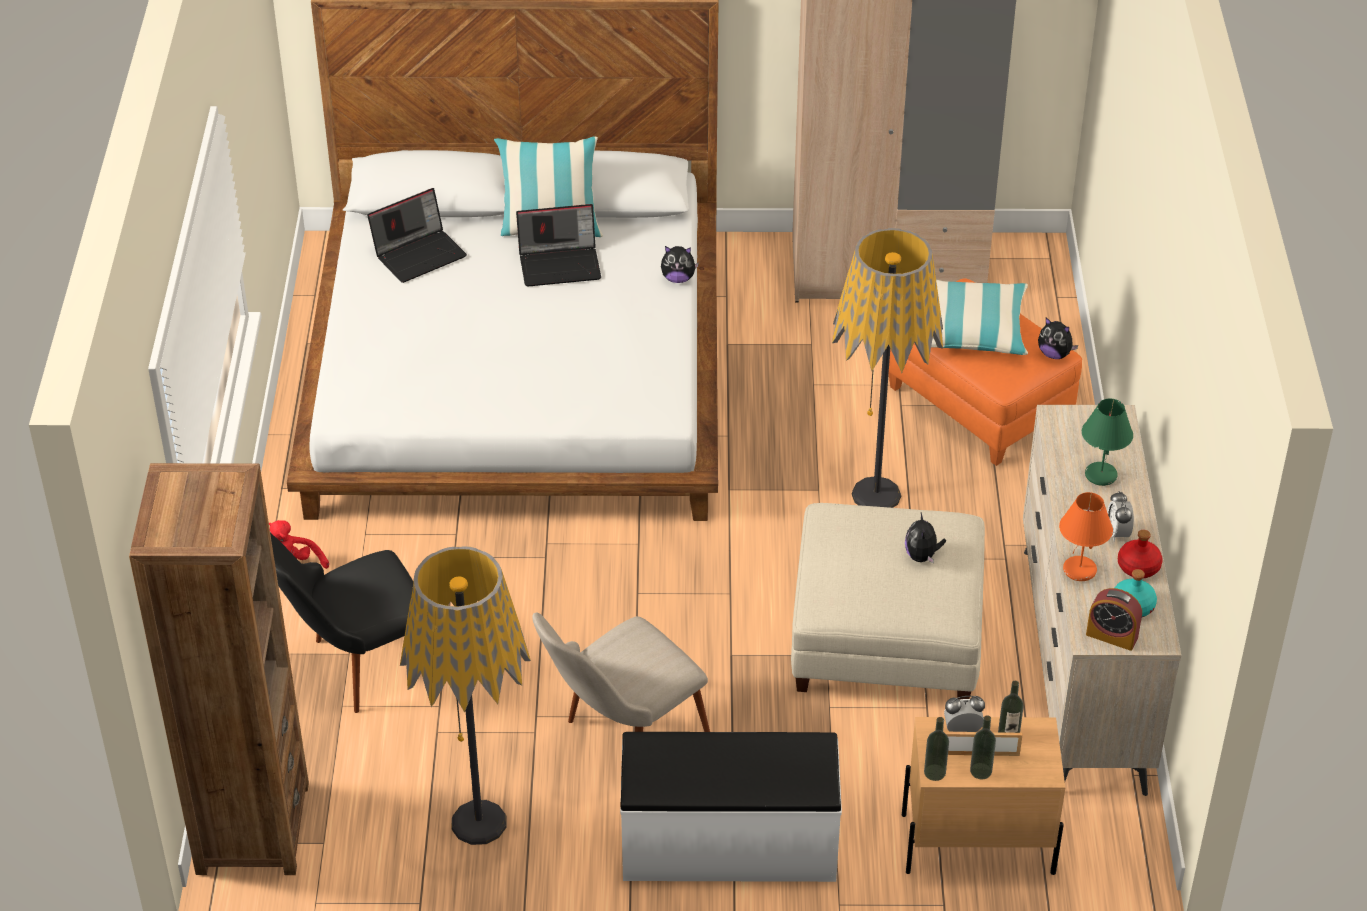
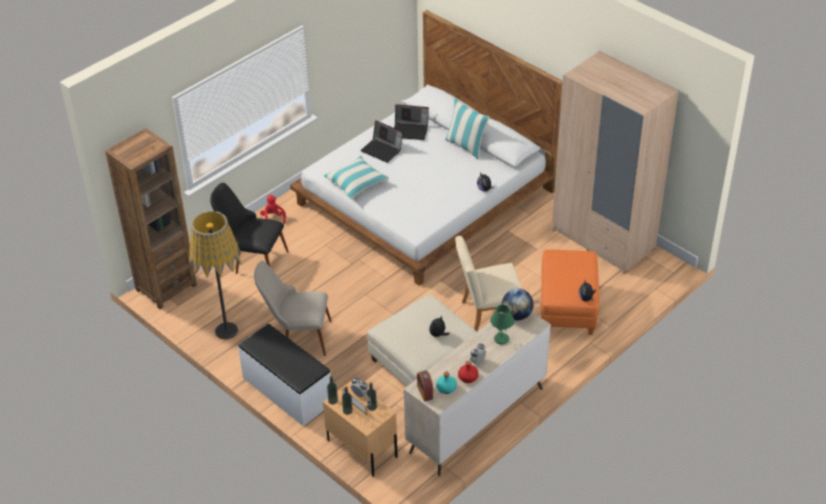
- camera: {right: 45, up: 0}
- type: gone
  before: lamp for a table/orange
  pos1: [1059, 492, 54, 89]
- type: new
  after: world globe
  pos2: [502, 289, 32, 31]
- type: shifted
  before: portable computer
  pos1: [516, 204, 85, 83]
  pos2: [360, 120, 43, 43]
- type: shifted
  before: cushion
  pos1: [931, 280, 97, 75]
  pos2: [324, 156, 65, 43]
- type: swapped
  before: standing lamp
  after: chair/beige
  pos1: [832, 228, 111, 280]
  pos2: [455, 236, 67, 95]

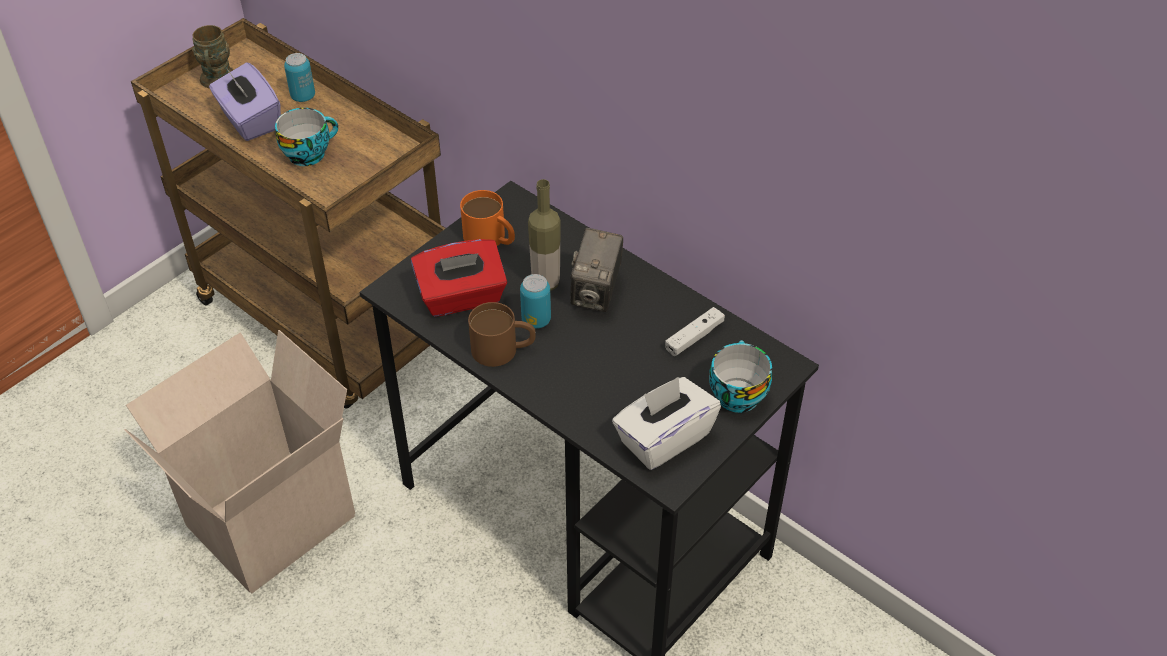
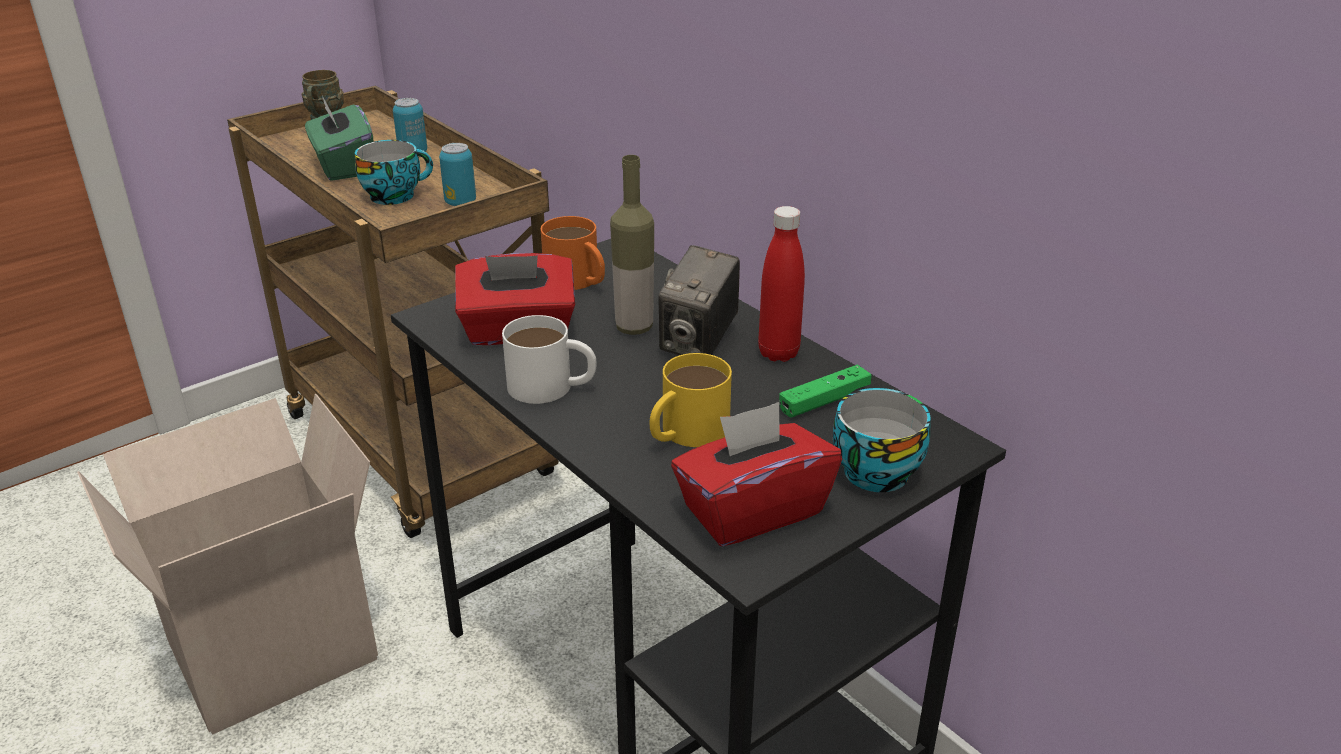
- camera: {right: 10, up: -15}
- type: new
  after: mug/yellow
  pos2: [650, 353, 82, 94]
- type: new
  after: beverage bottle/red
  pos2: [758, 206, 47, 156]
- type: shifted
  before: metal can
  pos1: [520, 274, 31, 55]
  pos2: [439, 143, 37, 63]
- type: repainted
  before: box of tissues/purple
  after: box of tissues/green-coloured
  pos1: [209, 62, 72, 79]
  pos2: [305, 96, 68, 85]
- type: repainted
  before: mug/brownish
  after: mug/white
  pos1: [468, 302, 68, 65]
  pos2: [502, 315, 94, 89]
- type: repainted
  before: box of tissues/white
  after: box of tissues/red
  pos1: [612, 377, 109, 93]
  pos2: [671, 402, 171, 144]
- type: repainted
  before: joypad/white
  after: joypad/green-coloured
  pos1: [665, 307, 60, 49]
  pos2: [779, 365, 92, 52]

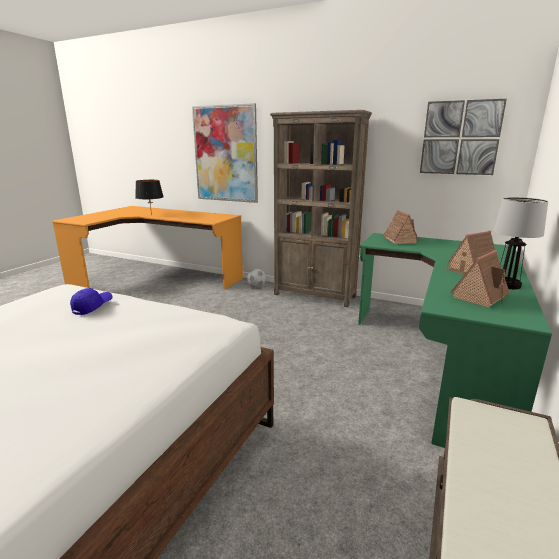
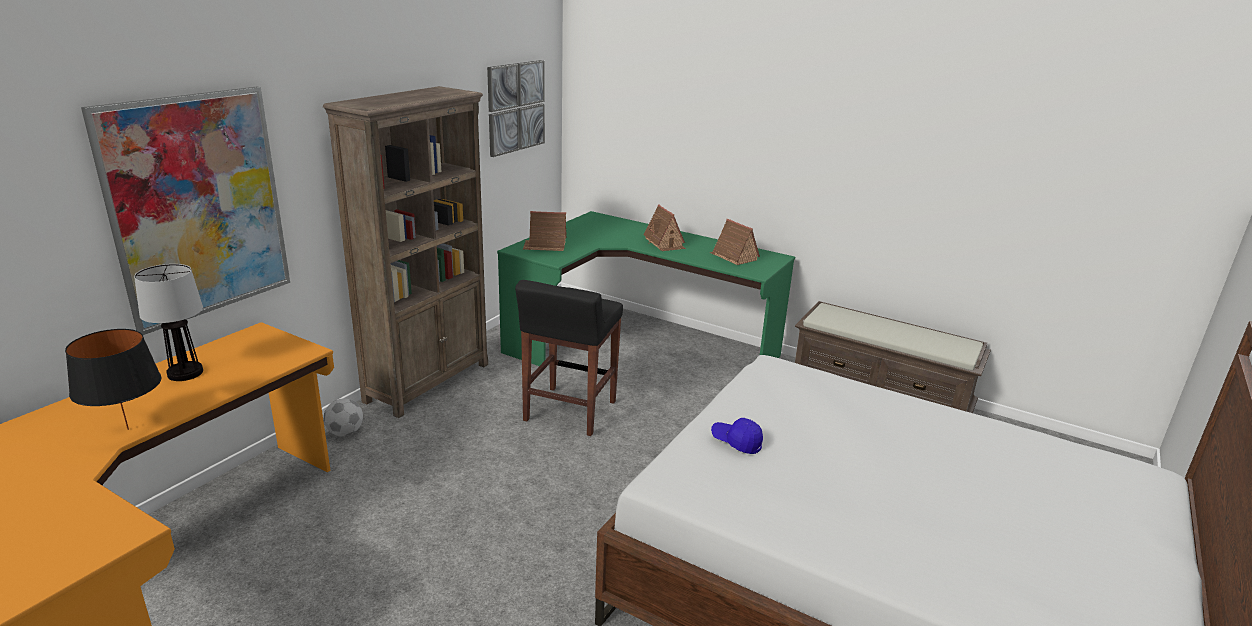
- camera: {right: -85, up: 5}
- type: new
  after: stool seat/blackish
  pos2: [515, 280, 108, 156]
- type: shifted
  before: lamp for a table
  pos1: [493, 197, 55, 92]
  pos2: [134, 264, 69, 117]

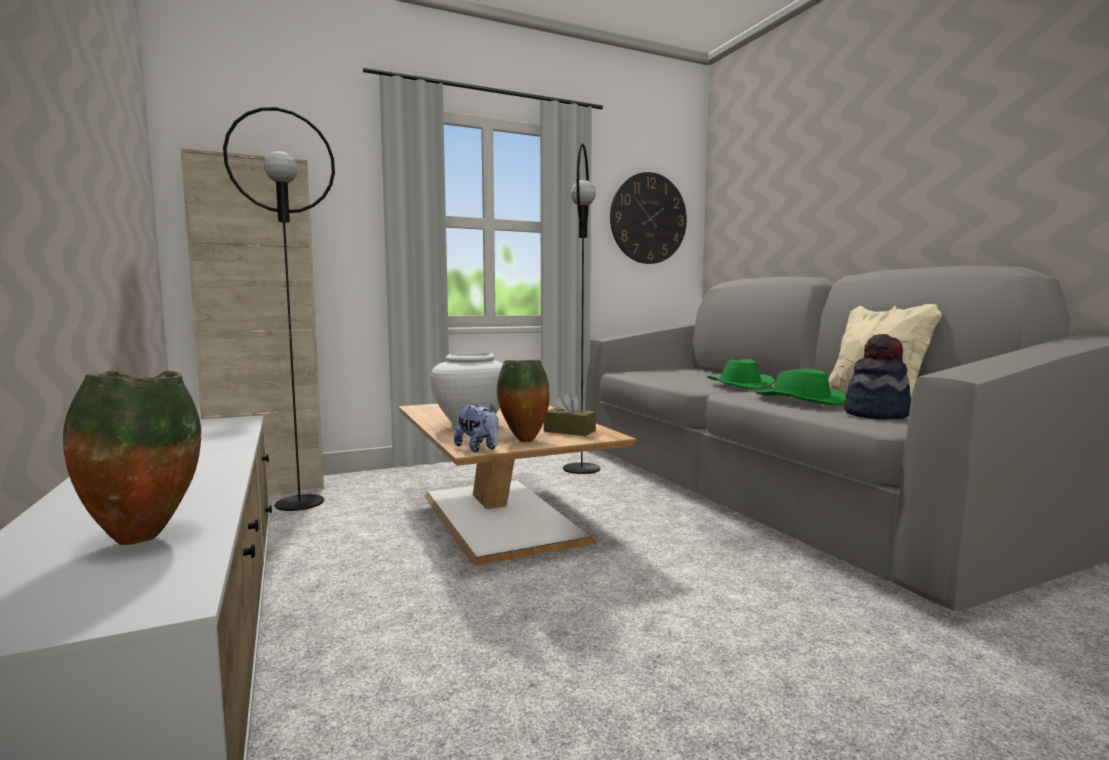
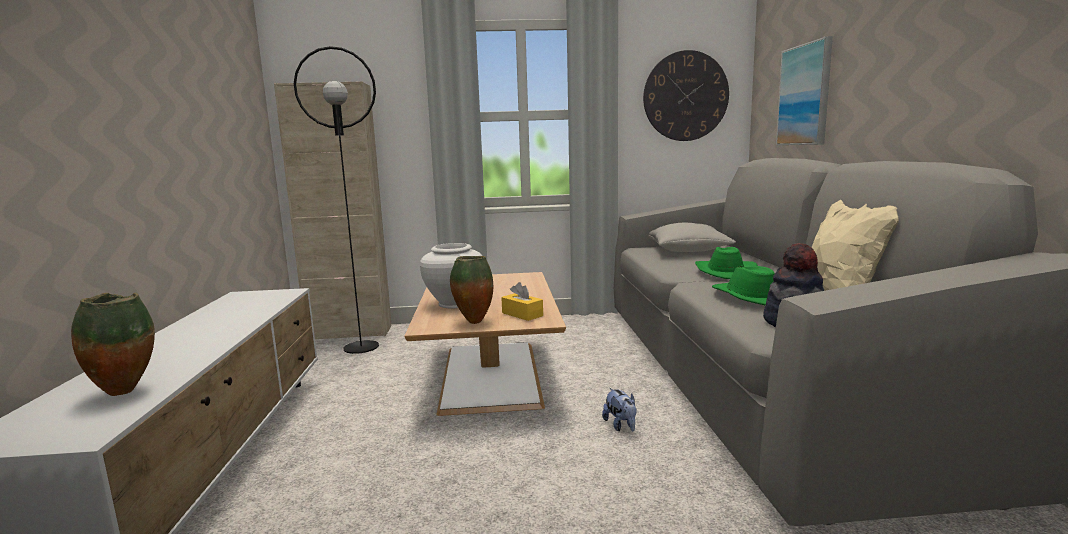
- camera: {right: 20, up: 5}
- type: gone
  before: standing lamp/blackish
  pos1: [563, 143, 37, 331]
- type: new
  after: cushion/gray
  pos2: [649, 223, 87, 29]
- type: new
  after: picture
  pos2: [776, 36, 57, 109]
- type: shifted
  before: soft toy
  pos1: [454, 403, 45, 49]
  pos2: [602, 388, 34, 43]
- type: repainted
  before: box of tissues/brownish
  after: box of tissues/yellow
  pos1: [544, 392, 52, 44]
  pos2: [501, 282, 42, 39]

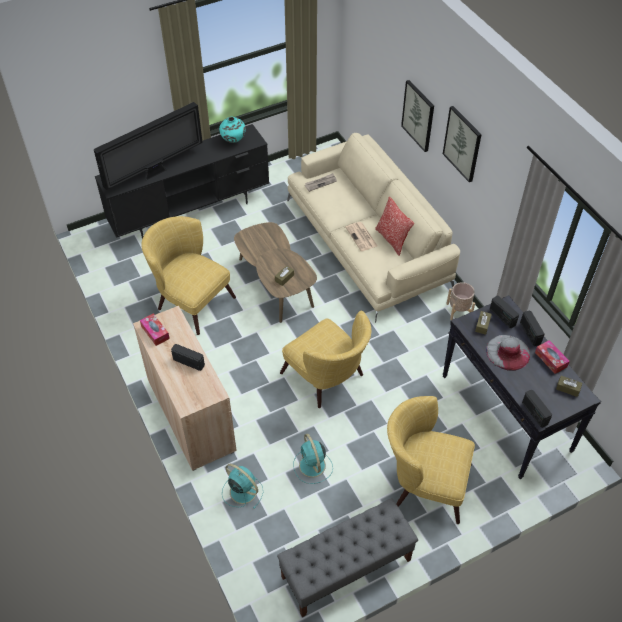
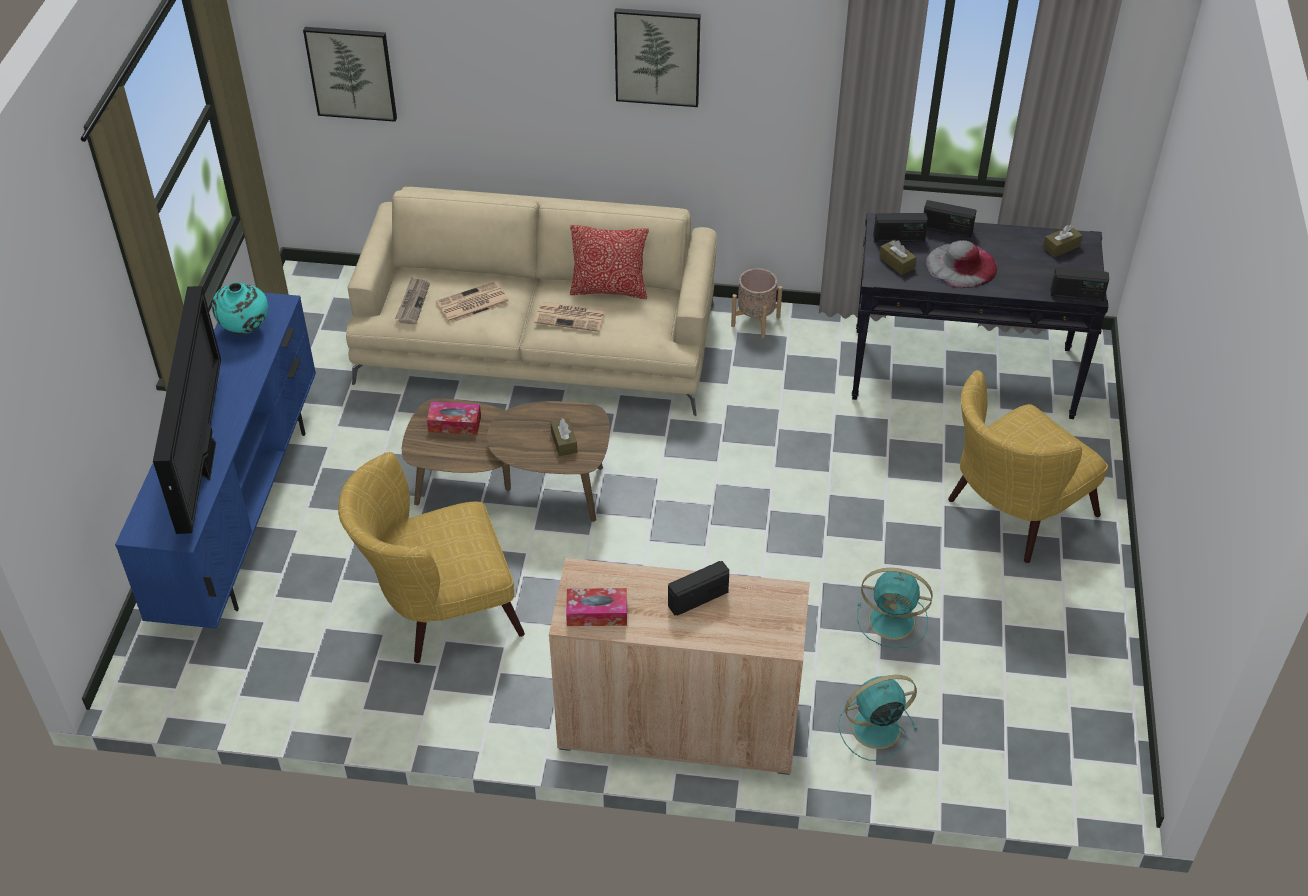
- camera: {right: -55, up: -5}
- type: gone
  before: long seat/gray
  pos1: [277, 498, 141, 119]
- type: gone
  before: easy chair/yellow
  pos1: [280, 311, 91, 97]
- type: new
  after: printed paper
  pos2: [436, 281, 74, 43]
- type: shifted
  before: picture
  pos1: [401, 80, 33, 72]
  pos2: [303, 27, 94, 95]
- type: shifted
  before: box of tissues
  pos1: [535, 340, 35, 34]
  pos2: [427, 402, 54, 33]
- type: repainted
  before: media console/blackish
  after: media console/blue
  pos1: [95, 124, 174, 115]
  pos2: [115, 293, 201, 336]

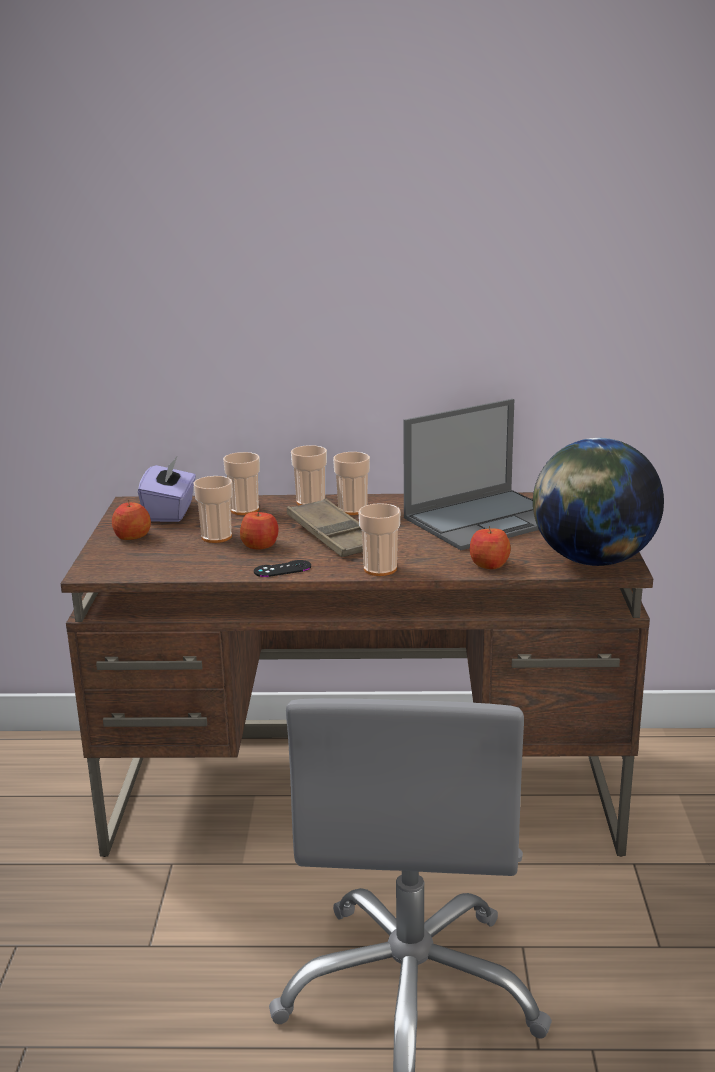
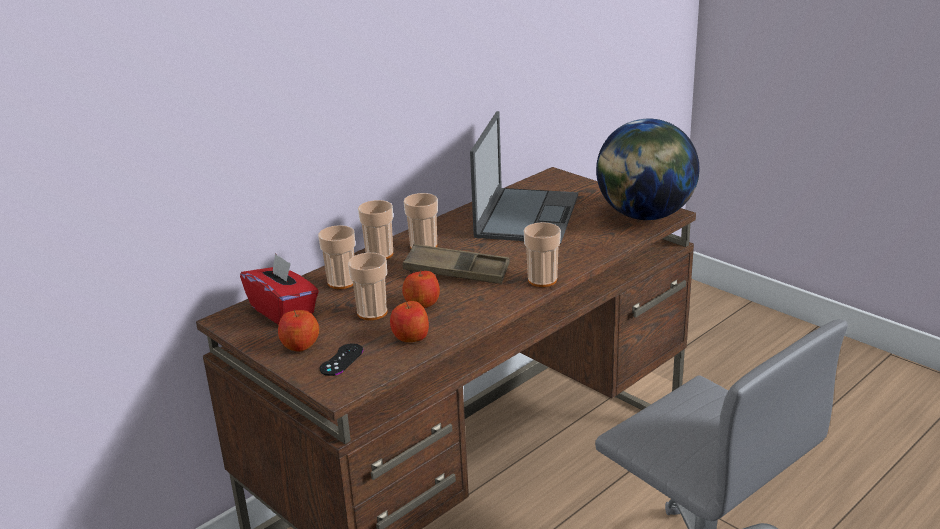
- camera: {right: -45, up: 5}
- type: shifted
  before: joypad/blackish
  pos1: [254, 560, 57, 17]
  pos2: [320, 343, 43, 33]
- type: shifted
  before: whole apple
  pos1: [470, 526, 41, 43]
  pos2: [390, 301, 39, 41]
- type: repainted
  before: box of tissues/purple
  after: box of tissues/red
  pos1: [138, 455, 58, 67]
  pos2: [240, 253, 79, 72]

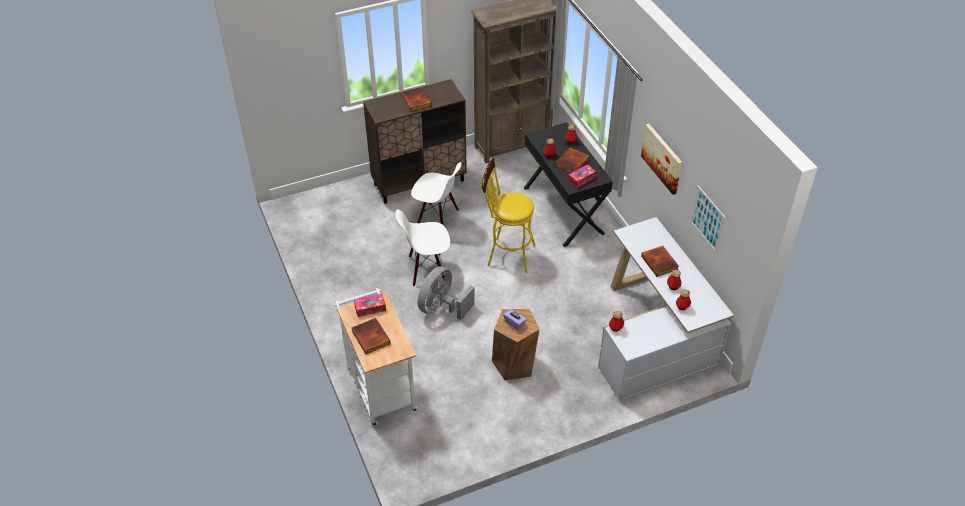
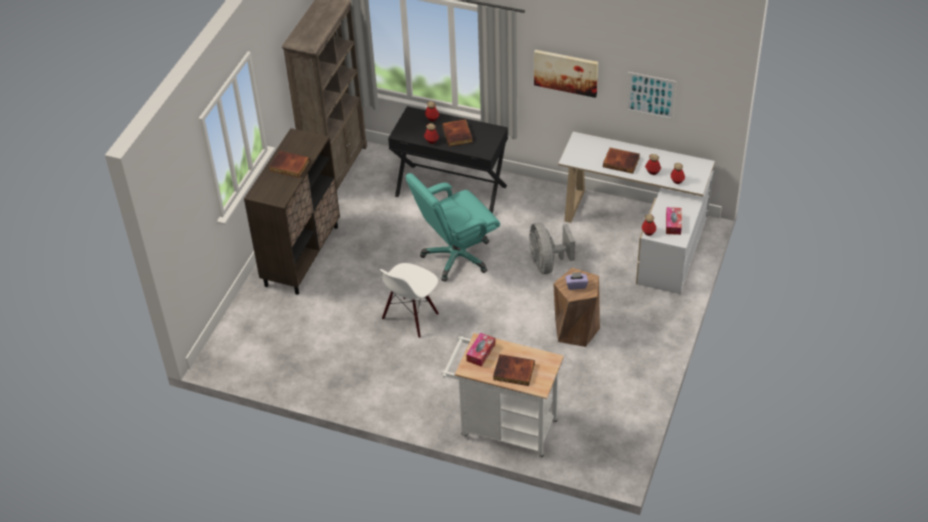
- camera: {right: -45, up: 0}
- type: gone
  before: chair/white
  pos1: [411, 162, 50, 63]
- type: shifted
  before: fan/gray
  pos1: [417, 266, 58, 54]
  pos2: [529, 222, 46, 52]
- type: shifted
  before: box of tissues
  pos1: [568, 164, 28, 24]
  pos2: [666, 207, 16, 28]
- type: swapped
  before: stool seat/yellow
  after: computer chair/blue-green
  pos1: [482, 157, 53, 116]
  pos2: [406, 173, 94, 108]

